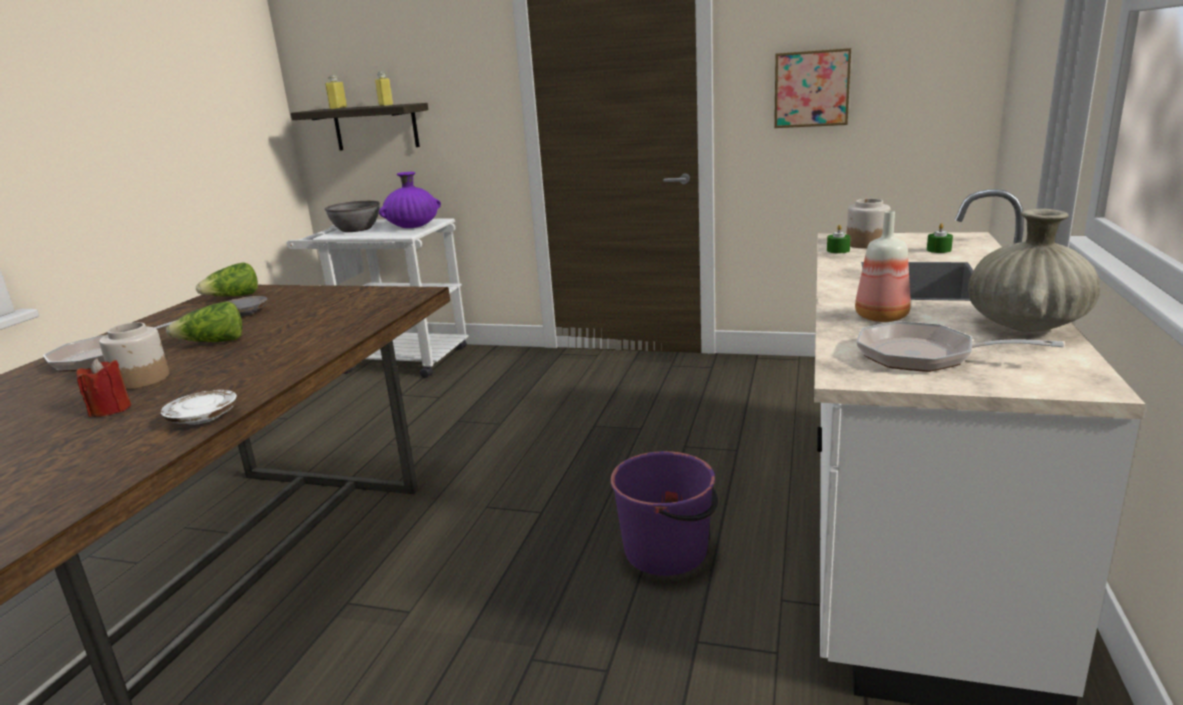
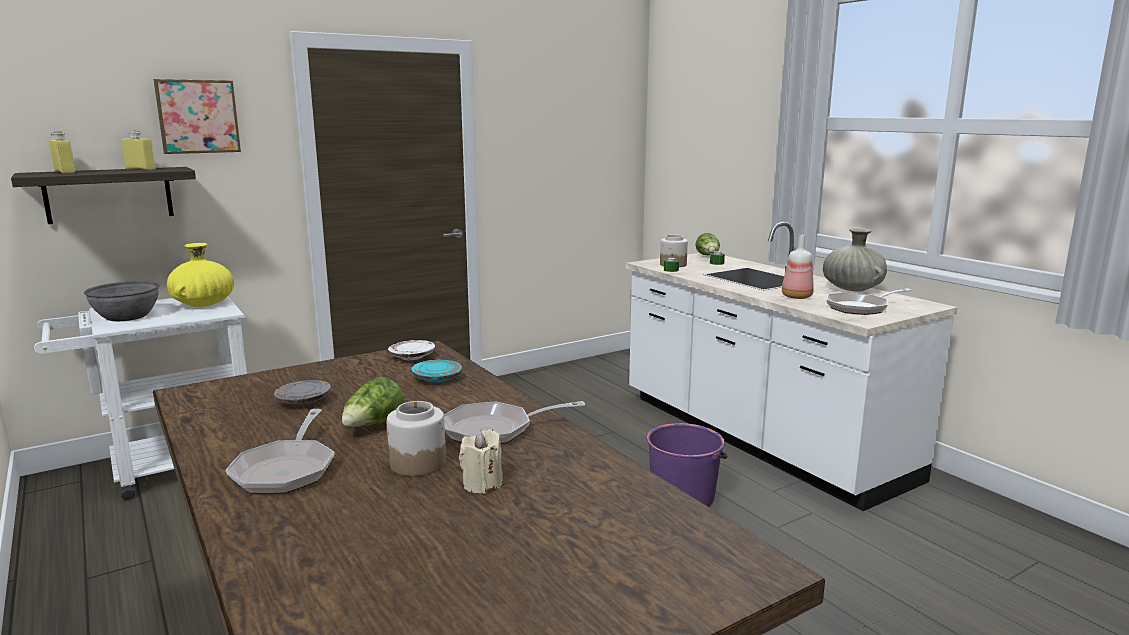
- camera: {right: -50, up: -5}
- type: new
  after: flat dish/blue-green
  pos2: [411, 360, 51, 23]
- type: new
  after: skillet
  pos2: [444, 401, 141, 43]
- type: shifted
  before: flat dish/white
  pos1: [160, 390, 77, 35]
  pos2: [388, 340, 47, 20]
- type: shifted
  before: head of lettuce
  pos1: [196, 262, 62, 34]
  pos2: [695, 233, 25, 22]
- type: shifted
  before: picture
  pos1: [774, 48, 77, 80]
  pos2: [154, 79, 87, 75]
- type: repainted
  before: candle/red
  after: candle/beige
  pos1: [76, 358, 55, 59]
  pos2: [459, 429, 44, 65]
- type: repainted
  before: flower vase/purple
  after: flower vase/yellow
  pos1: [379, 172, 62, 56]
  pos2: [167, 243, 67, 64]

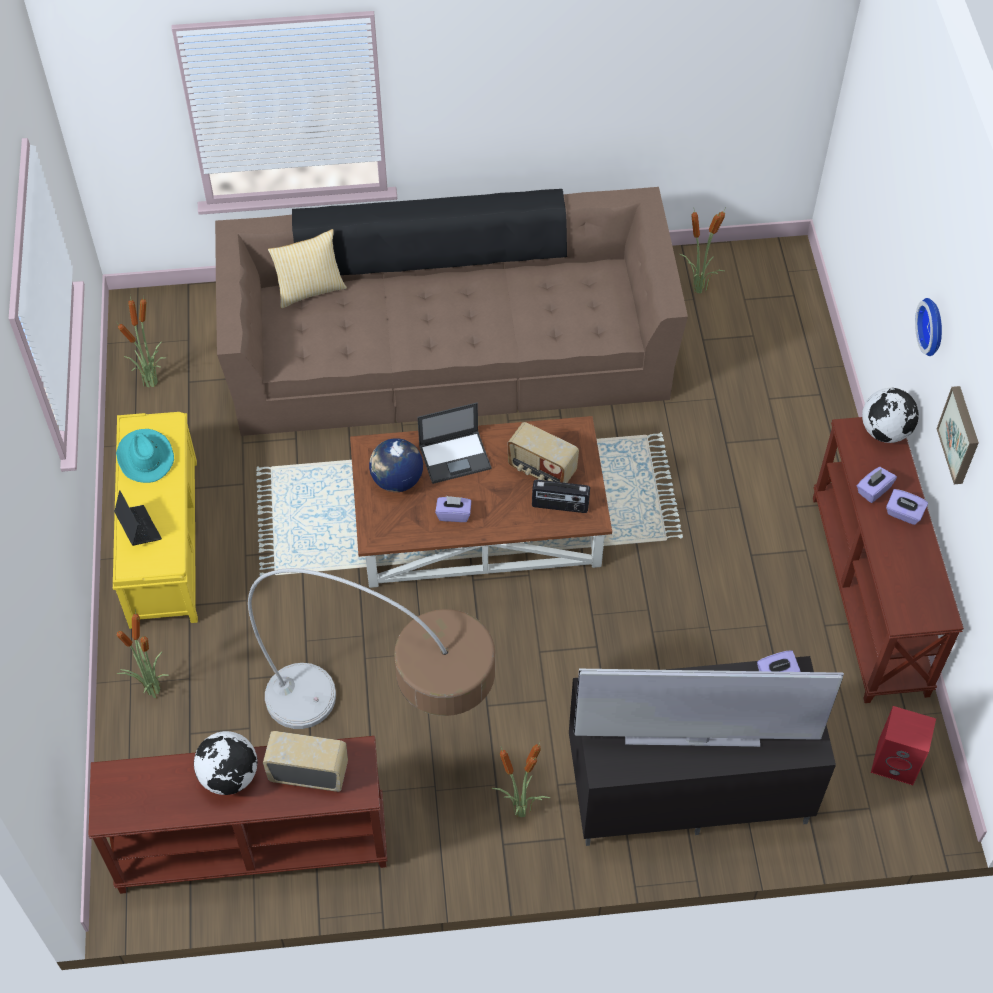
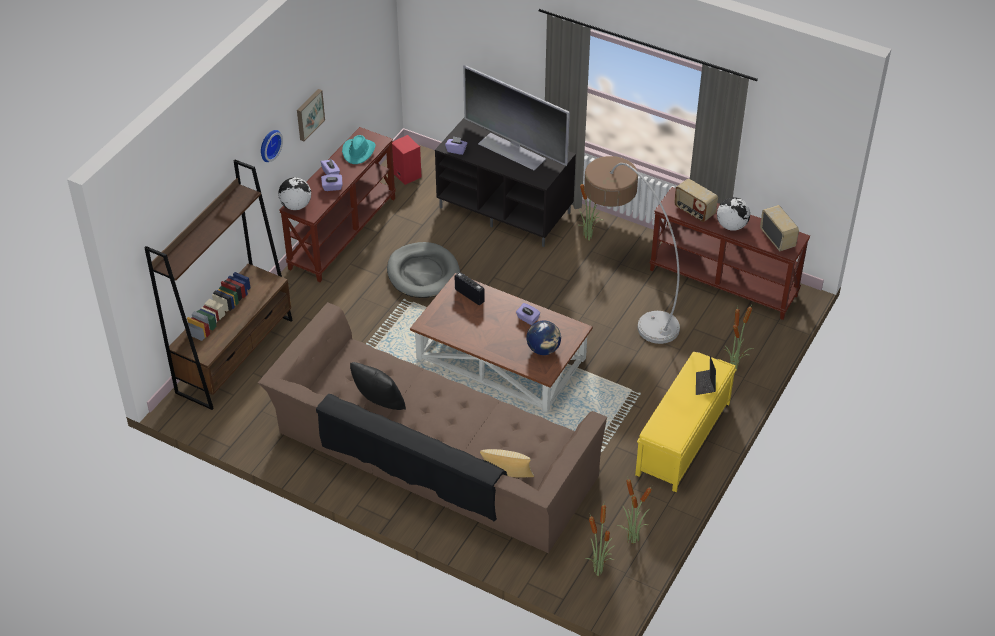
- camera: {right: -145, up: -10}
- type: gone
  before: portable computer
  pos1: [417, 403, 75, 81]
- type: new
  after: bookcase/brownish
  pos2: [144, 160, 148, 250]
- type: new
  after: cushion/blackish
  pos2: [350, 362, 56, 48]
- type: new
  after: dog bed/gray
  pos2: [387, 242, 73, 56]
- type: shifted
  before: wearable hat/blue-green
  pos1: [116, 429, 58, 54]
  pos2: [342, 135, 34, 29]
- type: shifted
  before: radio set
  pos1: [508, 422, 71, 61]
  pos2: [760, 205, 39, 46]
- type: shifted
  before: houseplant
  pos1: [679, 210, 46, 83]
  pos2: [585, 505, 30, 71]

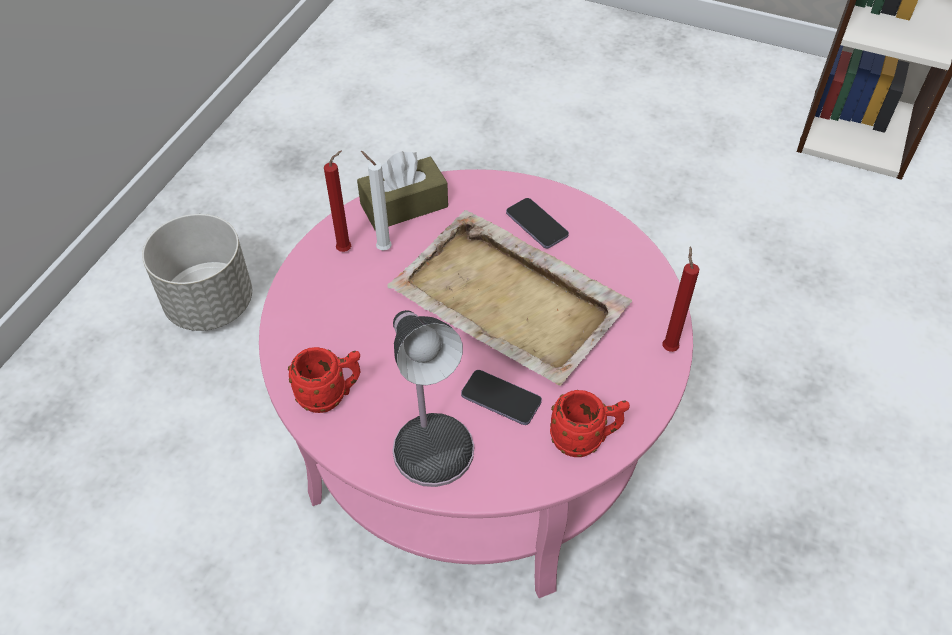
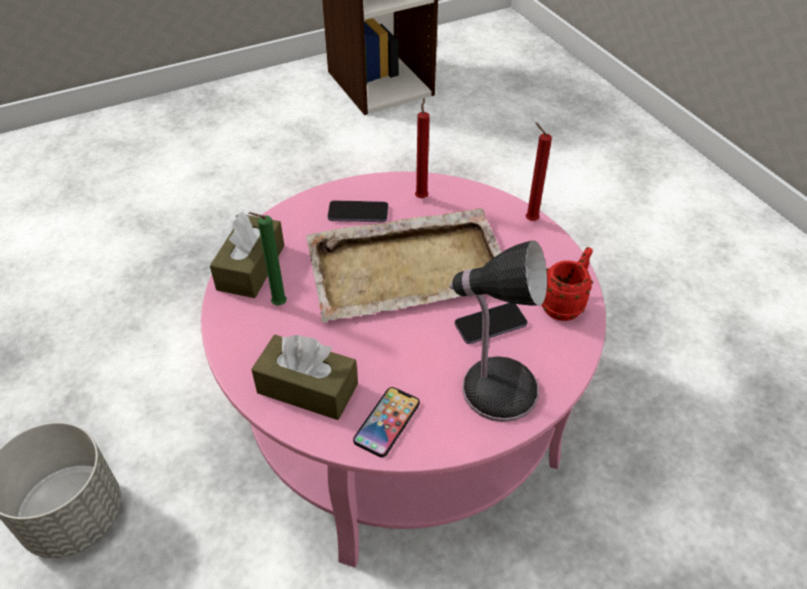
- camera: {right: -50, up: -5}
- type: new
  after: box of tissues/brownish
  pos2: [251, 335, 107, 85]
- type: shifted
  before: candle/red
  pos1: [324, 150, 27, 102]
  pos2: [415, 98, 15, 101]
- type: swapped
  before: mug/red
  after: phone
  pos1: [288, 347, 72, 66]
  pos2: [353, 387, 67, 70]
- type: repainted
  before: candle/white
  after: candle/green-coloured
  pos1: [361, 151, 31, 100]
  pos2: [249, 212, 38, 93]

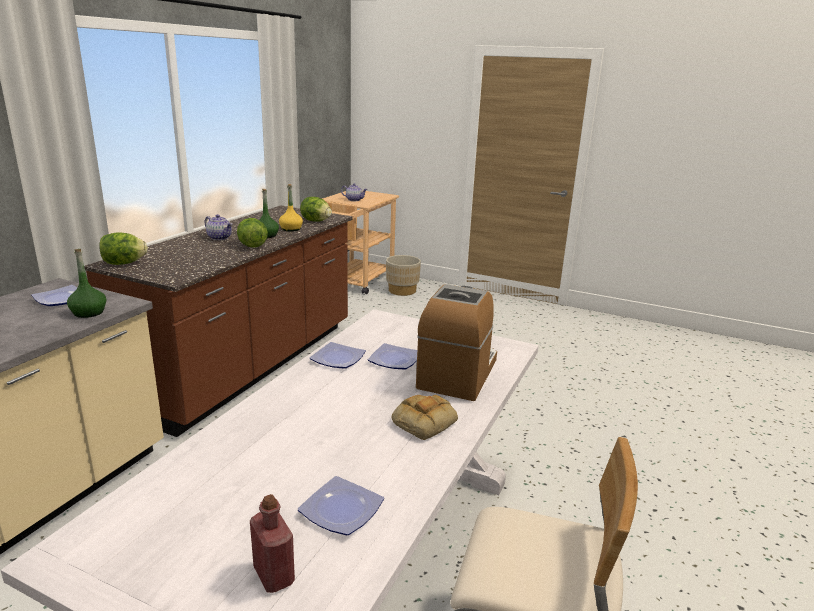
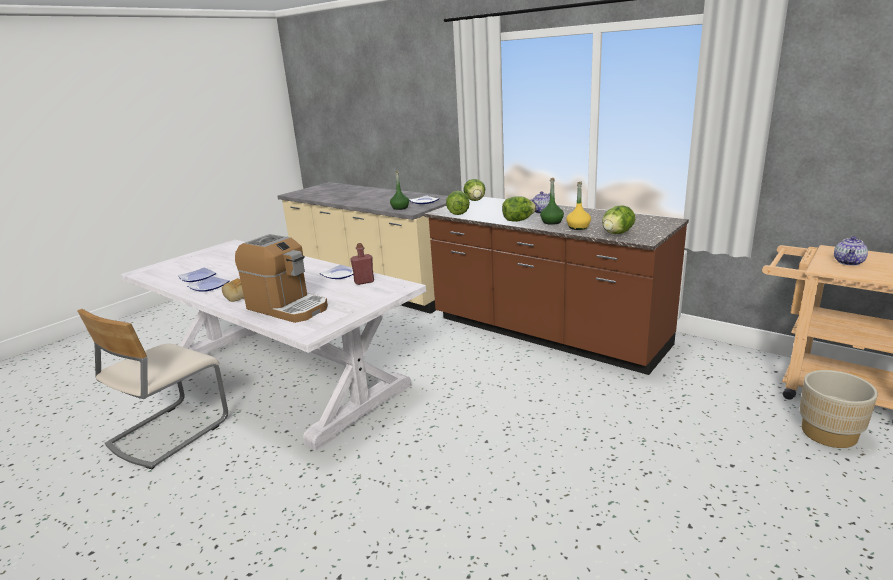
- camera: {right: 105, up: 0}
- type: new
  after: head of lettuce
  pos2: [446, 191, 24, 24]
- type: shifted
  before: beverage bottle/red
  pos1: [250, 494, 45, 99]
  pos2: [350, 243, 24, 42]
- type: shifted
  before: flat dish
  pos1: [368, 343, 49, 27]
  pos2: [187, 276, 43, 16]

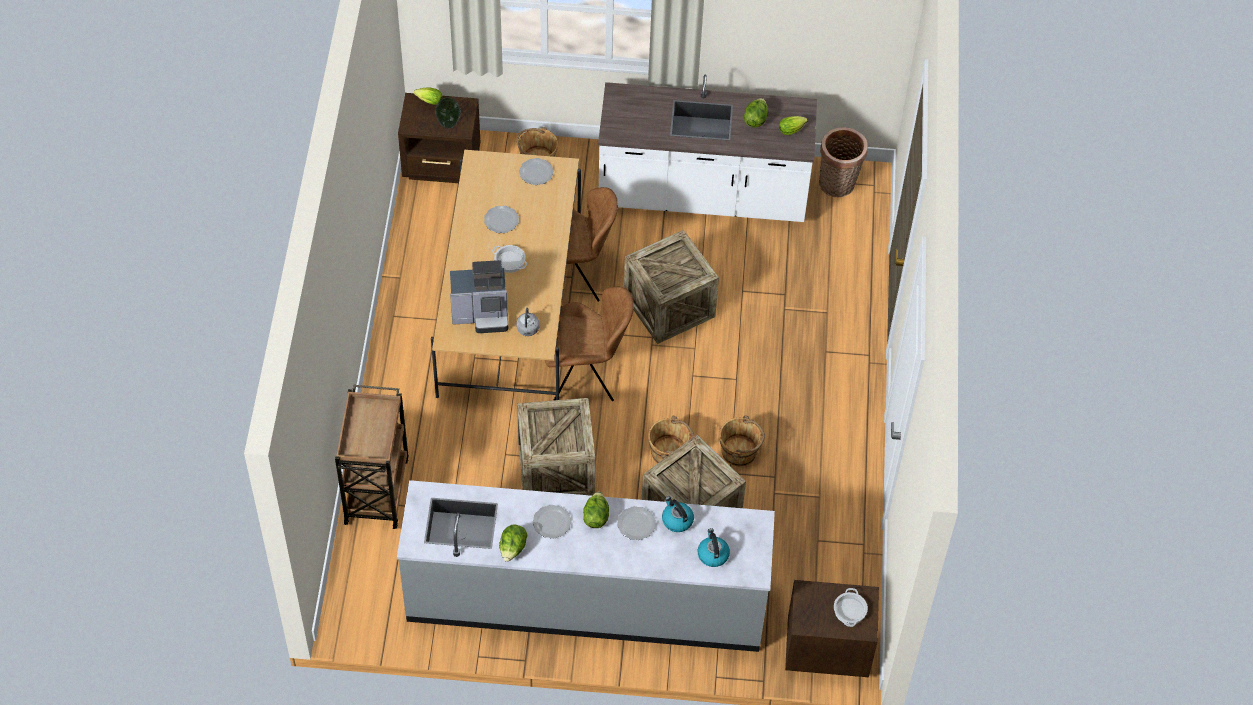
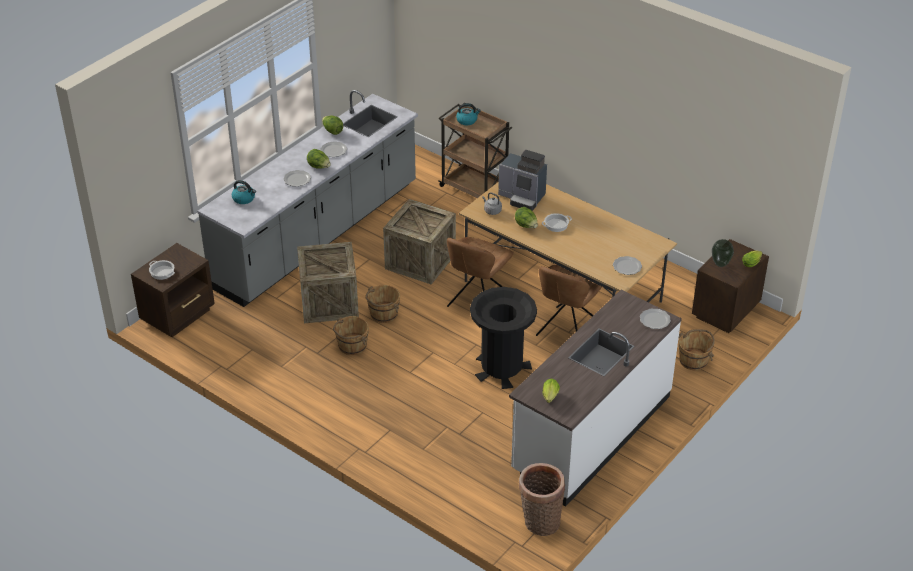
- camera: {right: 125, up: -15}
- type: shifted
  before: flat dish
  pos1: [484, 206, 35, 27]
  pos2: [640, 309, 31, 20]
- type: shifted
  before: tea kettle
  pos1: [662, 496, 32, 36]
  pos2: [456, 103, 25, 22]
- type: shifted
  before: head of lettuce
  pos1: [744, 98, 24, 30]
  pos2: [515, 207, 23, 21]
- type: swapped
  before: packing crate
  after: rubbish bin/blackish
  pos1: [624, 230, 95, 114]
  pos2: [470, 287, 67, 102]
- type: rotated
  before: coffee machine
  pos1: [450, 260, 58, 73]
  pos2: [498, 150, 49, 61]
  turn: -90

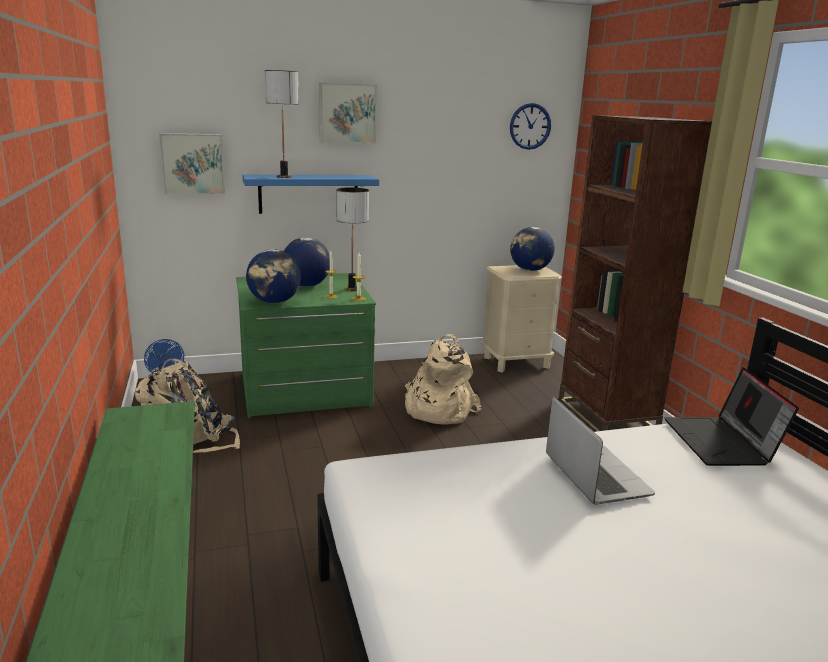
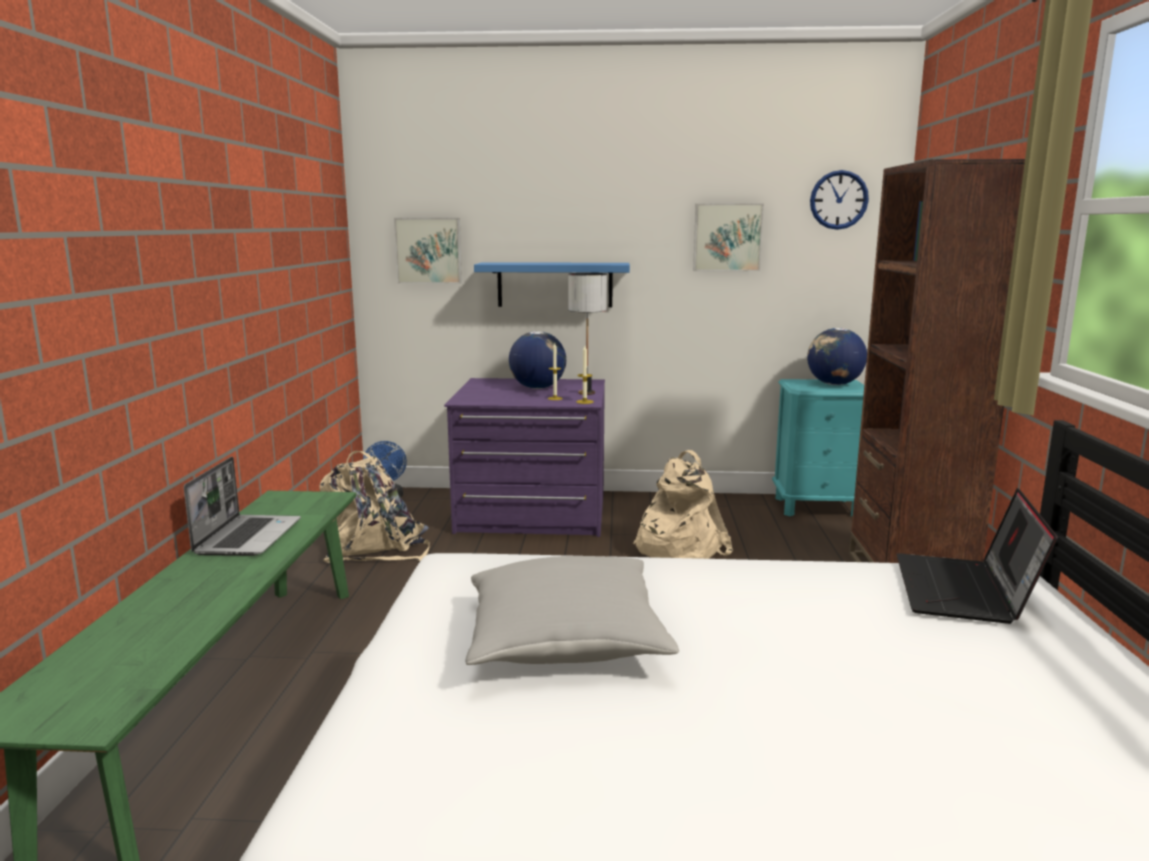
- camera: {right: 20, up: -5}
- type: gone
  before: world globe
  pos1: [246, 249, 55, 54]
- type: gone
  before: lamp for a table
  pos1: [264, 70, 35, 108]
- type: new
  after: cushion/gray
  pos2: [465, 556, 214, 109]
- type: shifted
  before: picture
  pos1: [319, 82, 58, 61]
  pos2: [693, 204, 71, 67]
- type: shifted
  before: portable computer
  pos1: [546, 396, 109, 109]
  pos2: [184, 457, 117, 99]
- type: repainted
  before: chest of drawers/green-coloured
  after: chest of drawers/purple
  pos1: [236, 273, 140, 145]
  pos2: [444, 378, 161, 159]
- type: repainted
  before: nightstand/beige
  after: nightstand/blue-green
  pos1: [481, 265, 81, 108]
  pos2: [772, 379, 92, 138]

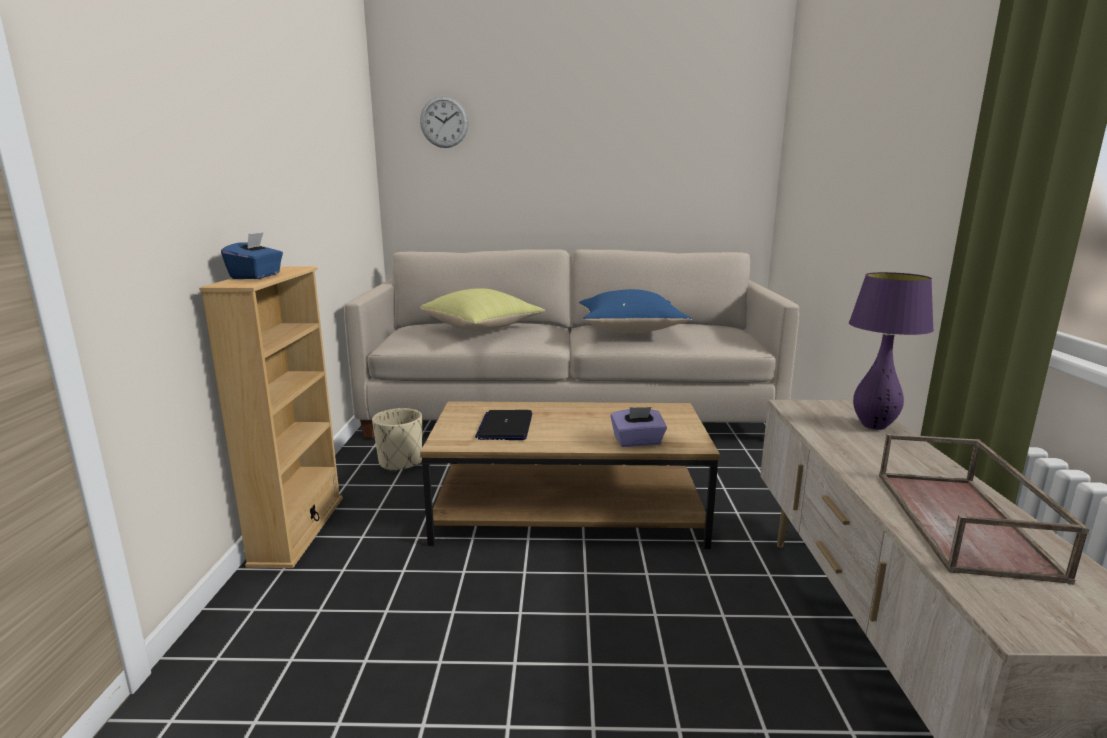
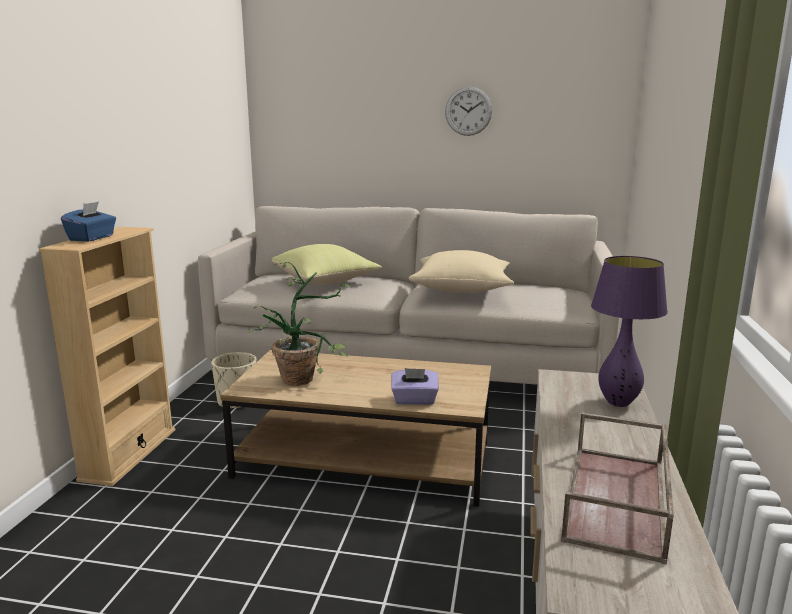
- camera: {right: 10, up: 0}
- type: shifted
  before: wall clock
  pos1: [420, 96, 49, 52]
  pos2: [445, 87, 47, 49]
- type: swapped
  before: portable computer
  after: houseplant
  pos1: [475, 410, 57, 30]
  pos2: [248, 262, 103, 124]
- type: repainted
  before: cushion/blue
  after: cushion/beige
  pos1: [579, 289, 113, 44]
  pos2: [409, 250, 105, 43]

